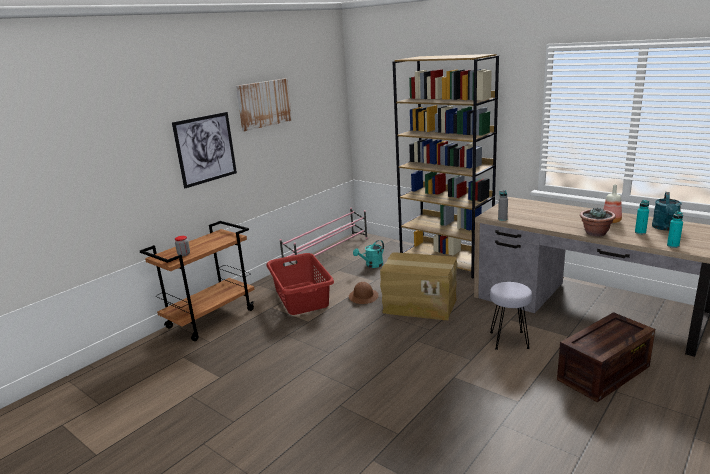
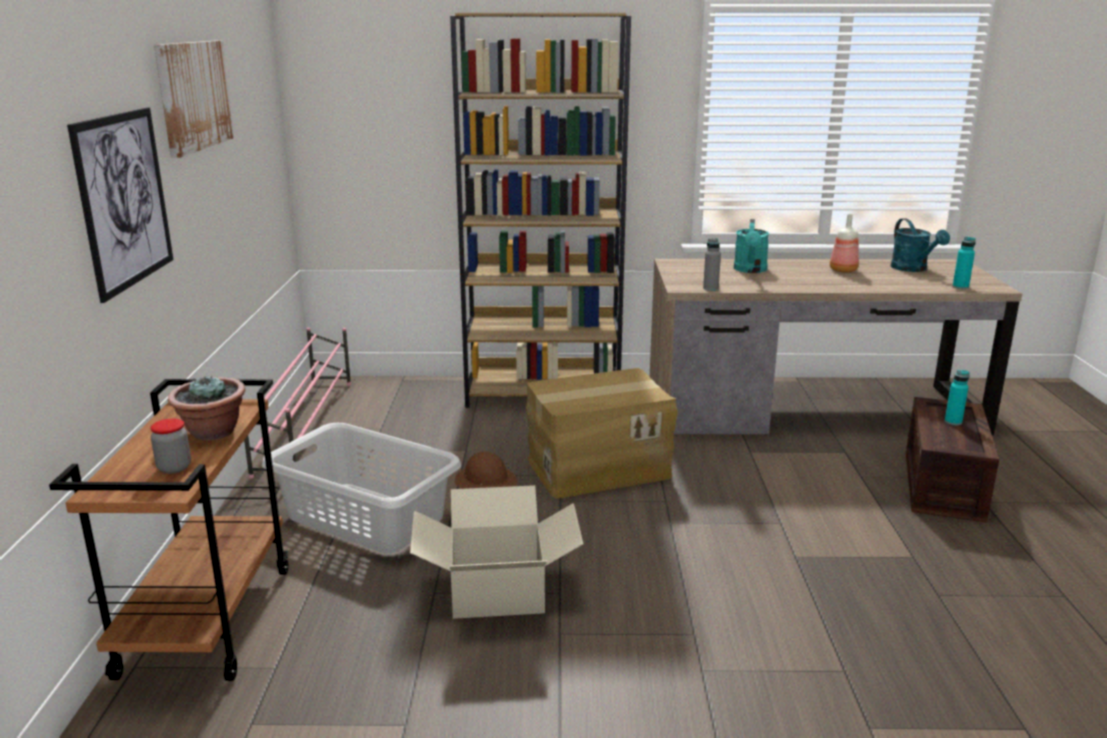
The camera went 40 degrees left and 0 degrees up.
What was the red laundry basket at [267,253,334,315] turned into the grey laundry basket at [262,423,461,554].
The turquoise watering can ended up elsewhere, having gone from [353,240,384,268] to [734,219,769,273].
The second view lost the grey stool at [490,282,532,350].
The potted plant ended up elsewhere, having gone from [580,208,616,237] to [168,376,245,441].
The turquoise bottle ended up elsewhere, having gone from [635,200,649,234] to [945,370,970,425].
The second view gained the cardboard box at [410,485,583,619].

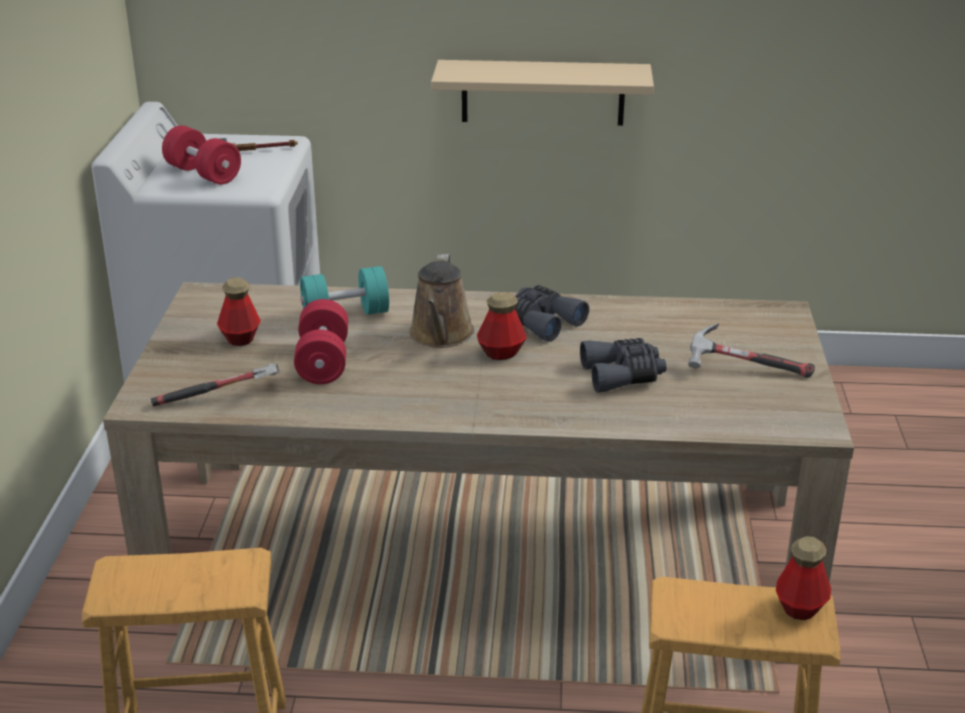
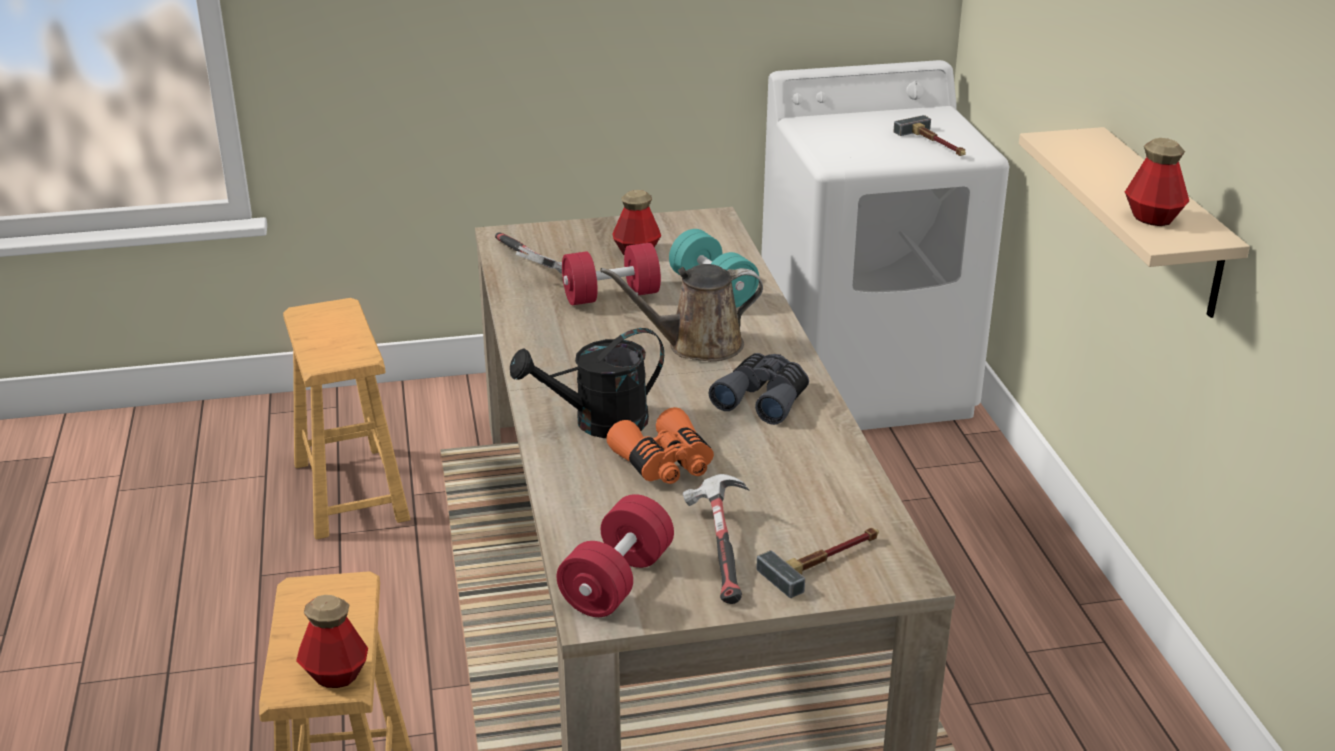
The camera went 75 degrees right and 0 degrees up.
The red dumbbell ended up elsewhere, having gone from [162,125,241,185] to [557,494,674,617].
The bottle ended up elsewhere, having gone from [477,292,527,360] to [1125,138,1189,226].
What was the grey binoculars at [580,338,667,393] turned into the orange binoculars at [606,407,714,484].
The second view gained the black watering can at [510,328,664,438].
The second view gained the hammer at [756,528,879,598].

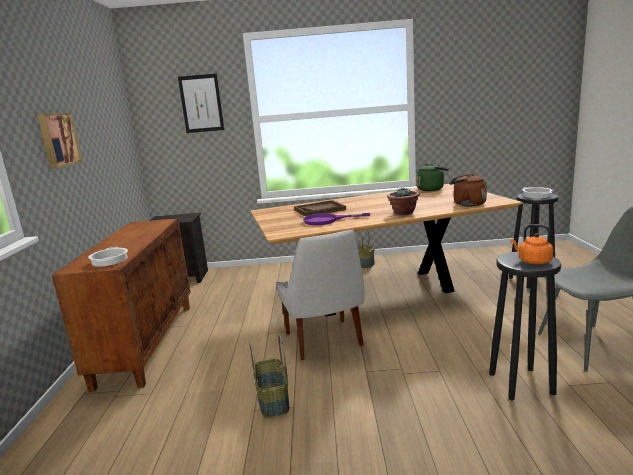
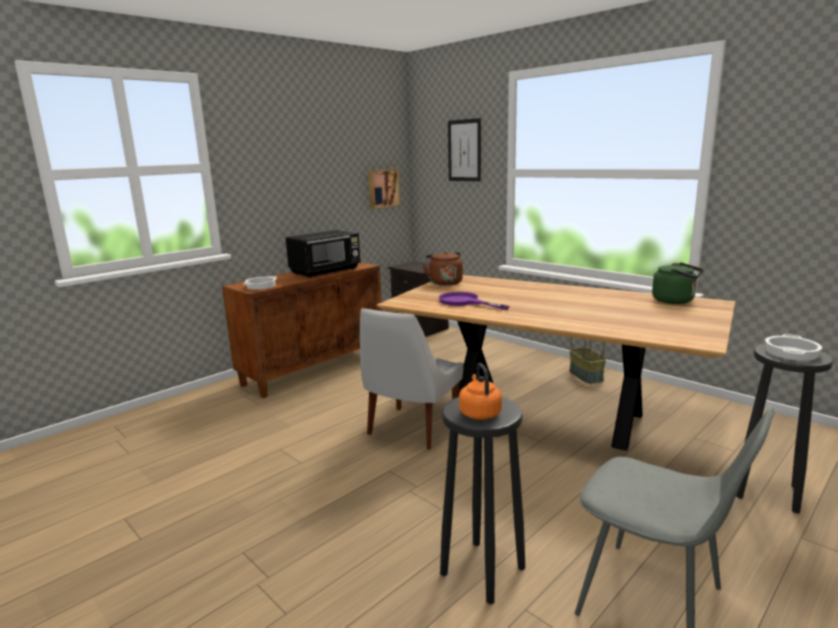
The camera went 45 degrees right and 0 degrees up.
The picture ended up elsewhere, having gone from [37,113,82,169] to [368,169,400,209].
The second view lost the basket at [249,335,289,417].
The second view lost the brown tray at [294,200,346,216].
The second view lost the potted plant at [387,188,420,215].
The brown kettle ended up elsewhere, having gone from [449,173,487,206] to [423,251,463,286].
The second view gained the black microwave at [285,230,360,278].

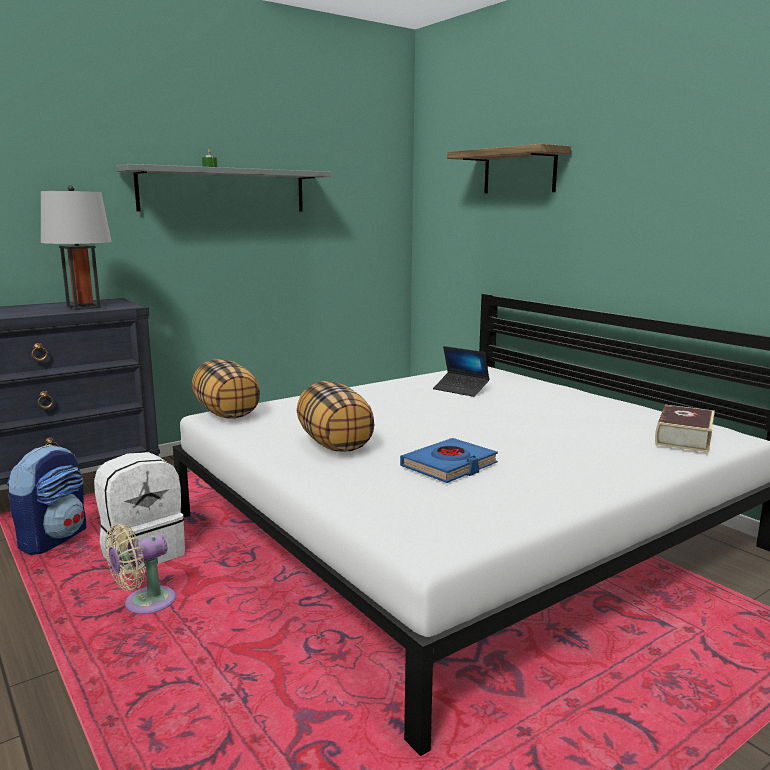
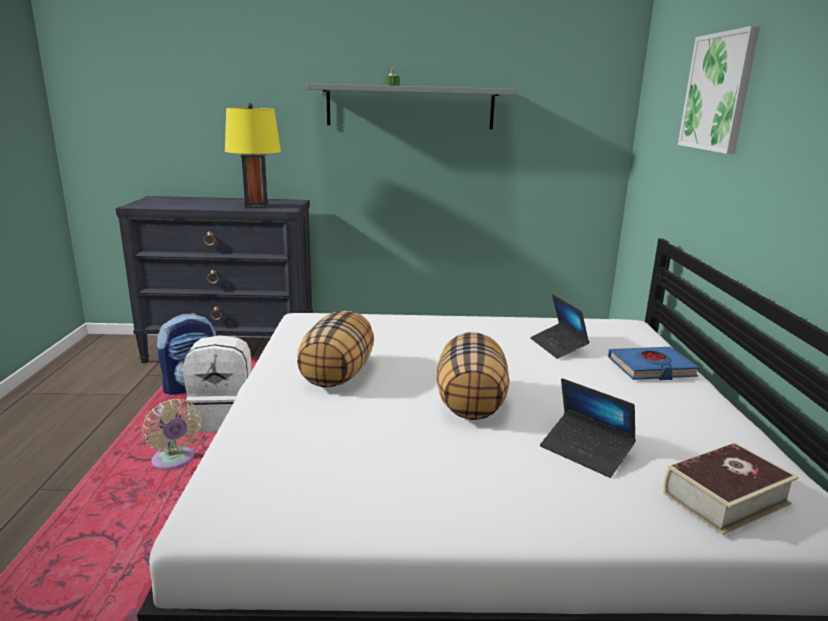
The camera went 35 degrees right and 5 degrees up.
What was the grey table lamp at [41,185,112,310] turned into the yellow table lamp at [225,103,281,208].
The beige fan at [105,523,176,614] ended up facing another way, 120 degrees counterclockwise from before.
The pillow ended up elsewhere, having gone from [192,359,260,419] to [437,332,509,420].
The blue book ended up elsewhere, having gone from [400,438,498,483] to [608,347,700,380].
Where the shelf hung at [447,144,571,193], the picture came to hang at [678,26,760,154].
The second view gained the laptop at [540,378,636,478].

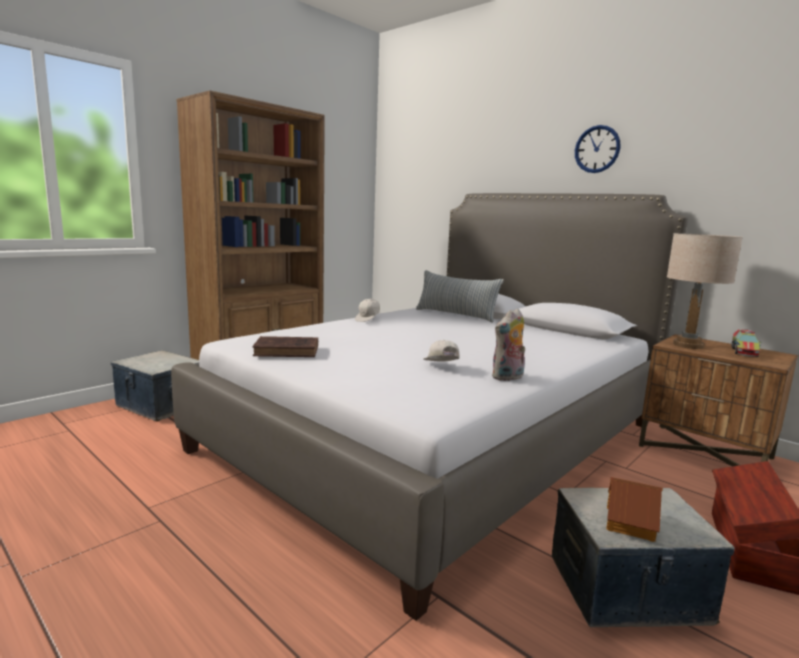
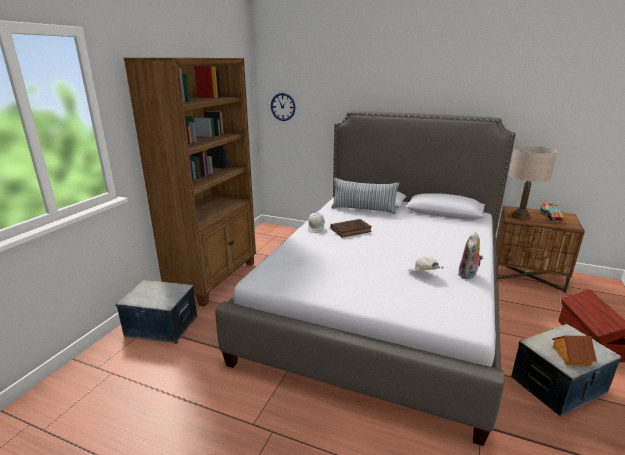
The camera went 20 degrees left and 10 degrees up.
The brown book ended up elsewhere, having gone from [253,336,318,357] to [331,219,372,237].
The wall clock ended up elsewhere, having gone from [575,125,620,173] to [271,93,295,121].

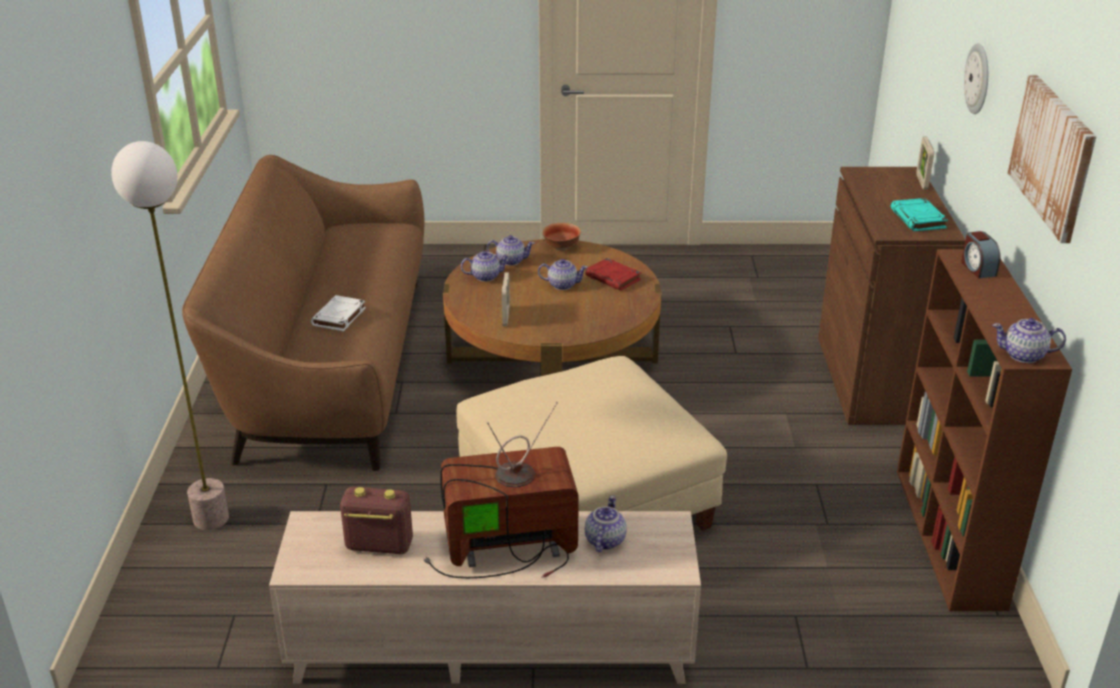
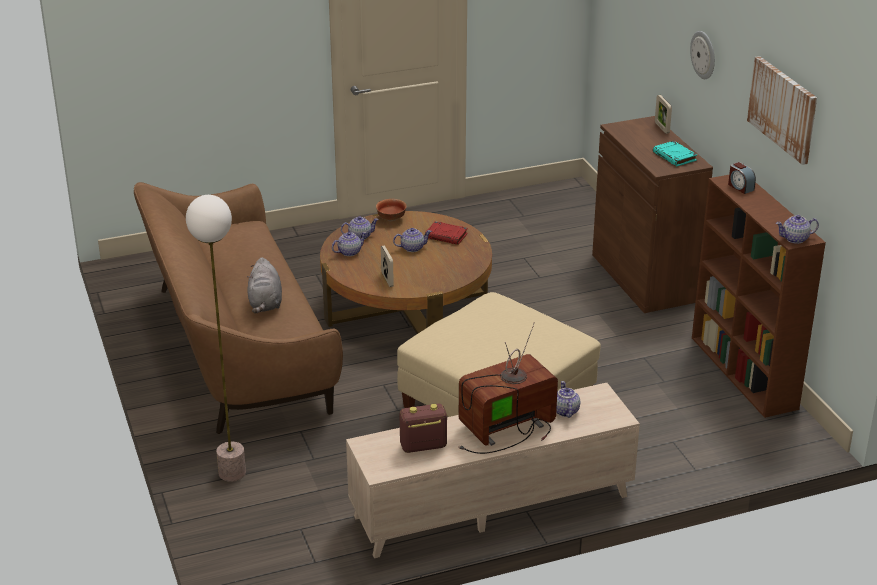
The camera went 20 degrees left and 0 degrees up.
Where the white book stood at [311,295,366,331], the grey plush toy came to stand at [247,257,282,313].

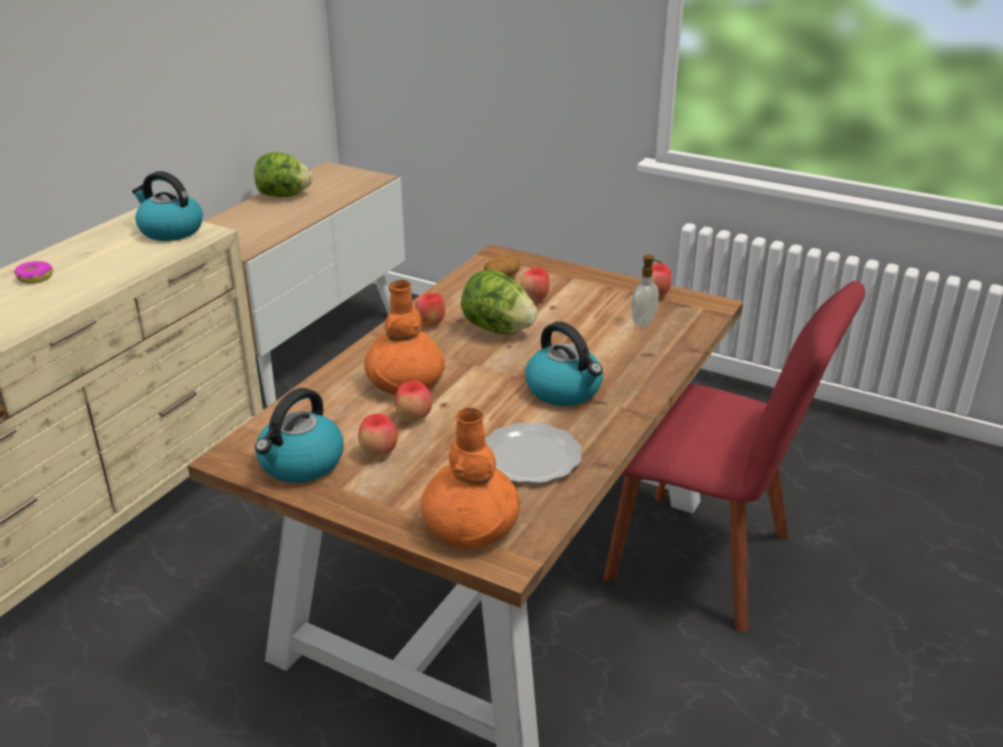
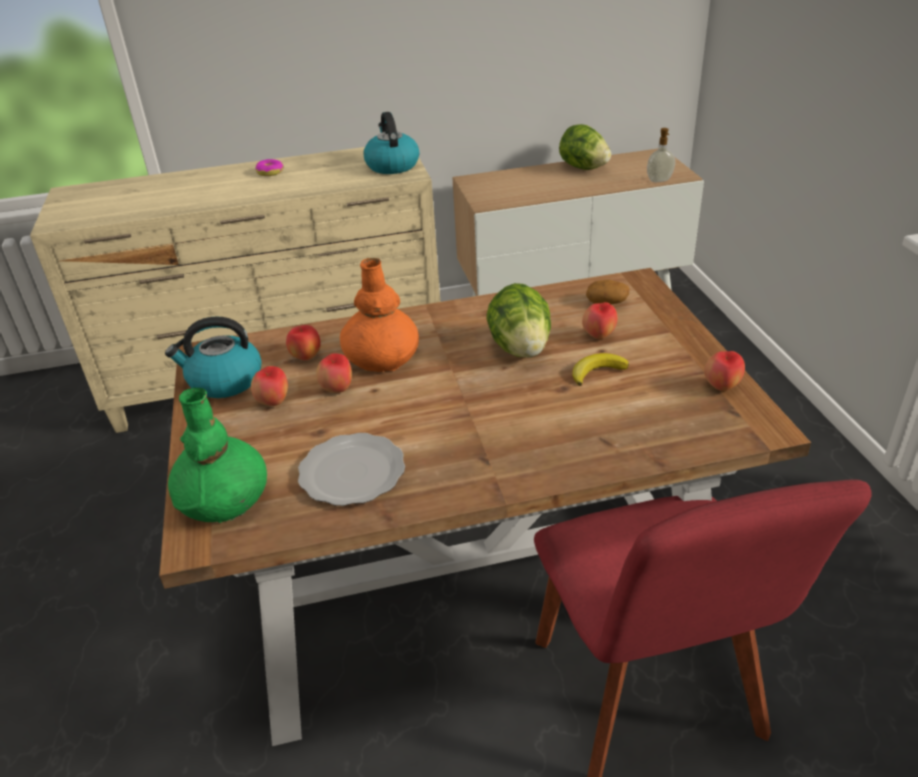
The camera went 50 degrees right and 5 degrees up.
The apple ended up elsewhere, having gone from [414,293,445,326] to [286,325,321,361].
What was the orange vase at [421,408,520,549] turned into the green vase at [168,388,267,523].
The second view lost the kettle at [525,322,603,406].
The soap dispenser ended up elsewhere, having gone from [632,255,662,327] to [647,128,675,182].
The second view gained the banana at [572,353,629,386].

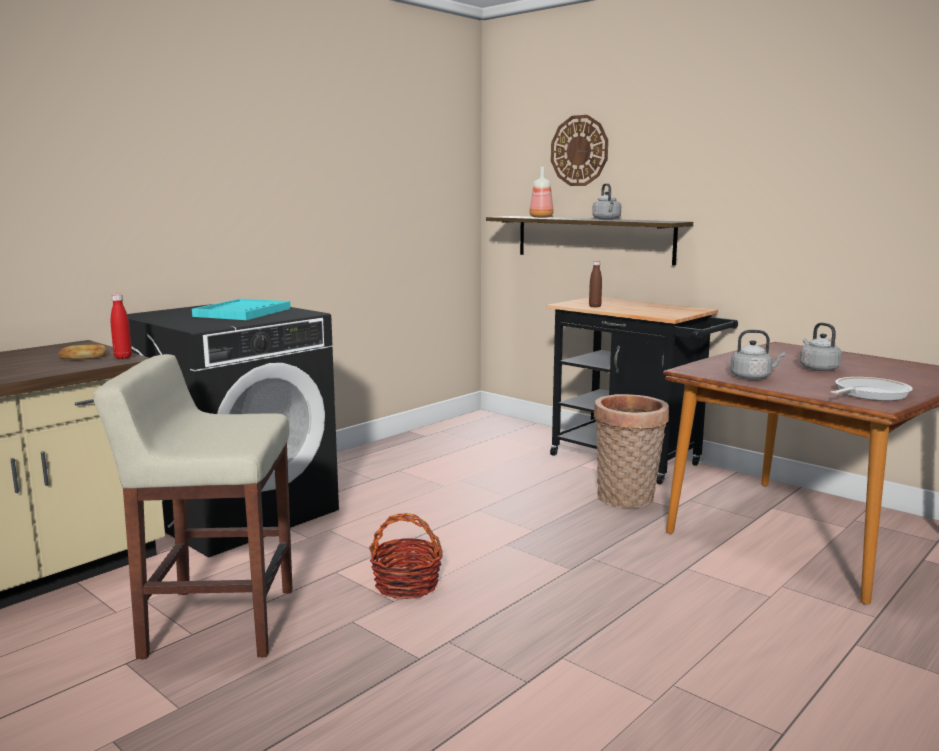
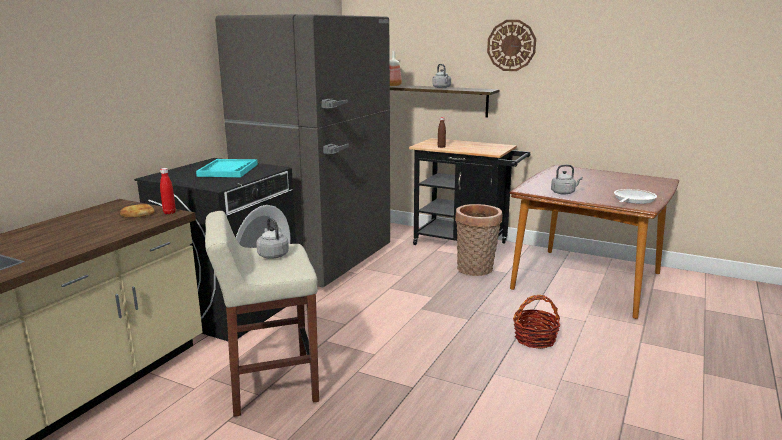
The camera went 15 degrees left and 5 degrees up.
The basket ended up elsewhere, having gone from [369,513,443,600] to [513,295,560,349].
The wall clock ended up elsewhere, having gone from [551,115,608,186] to [487,20,536,71].
The grey kettle ended up elsewhere, having gone from [800,323,842,371] to [256,218,289,259].
The second view gained the grey fridge at [215,14,390,288].

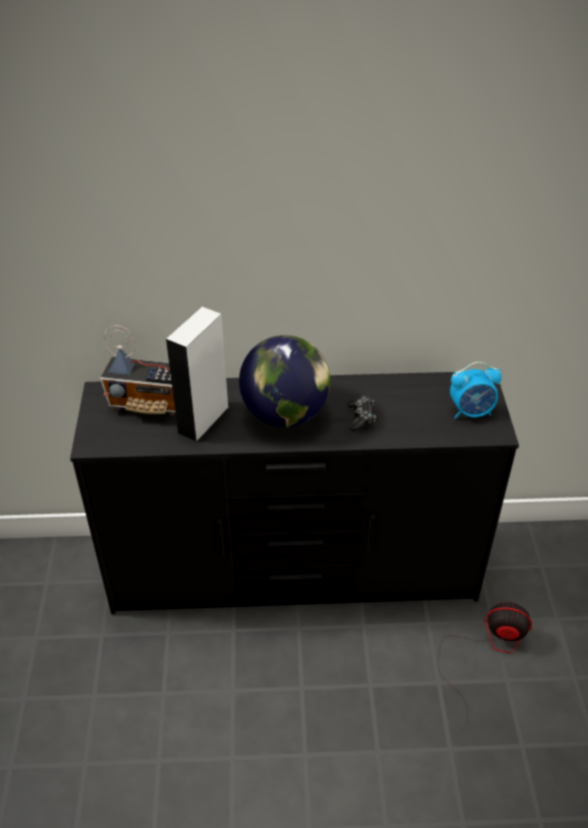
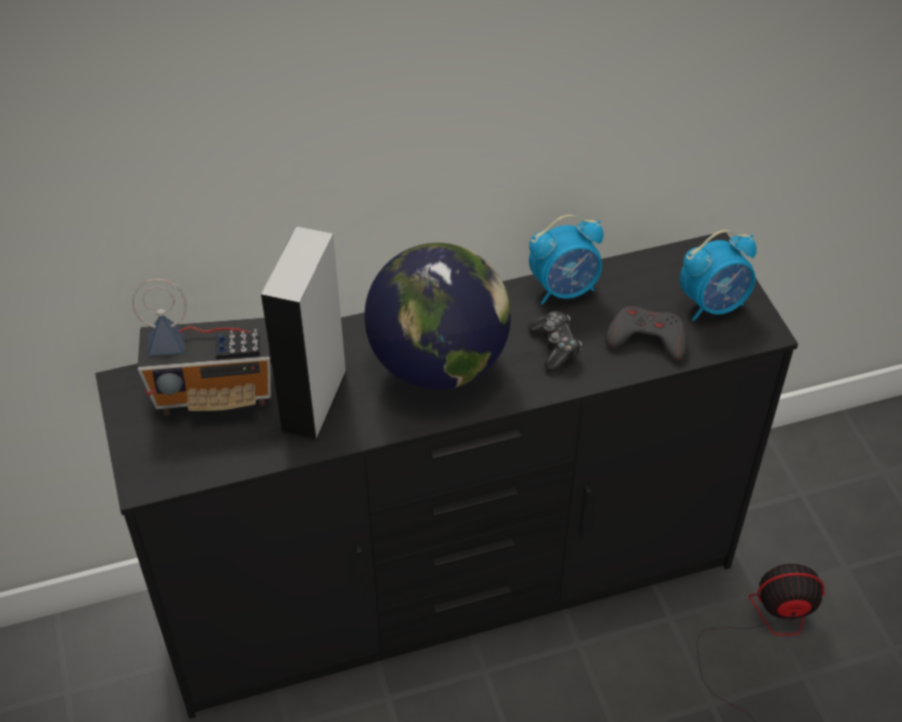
The camera went 15 degrees left and 5 degrees up.
The second view gained the alarm clock at [529,215,604,305].
The second view gained the grey game controller at [605,306,687,360].

